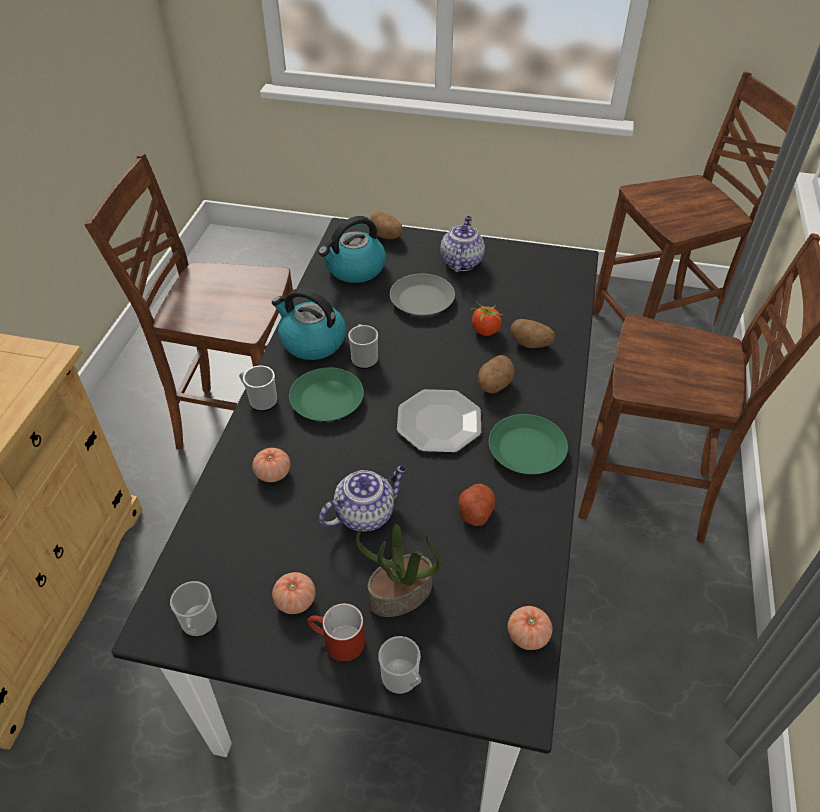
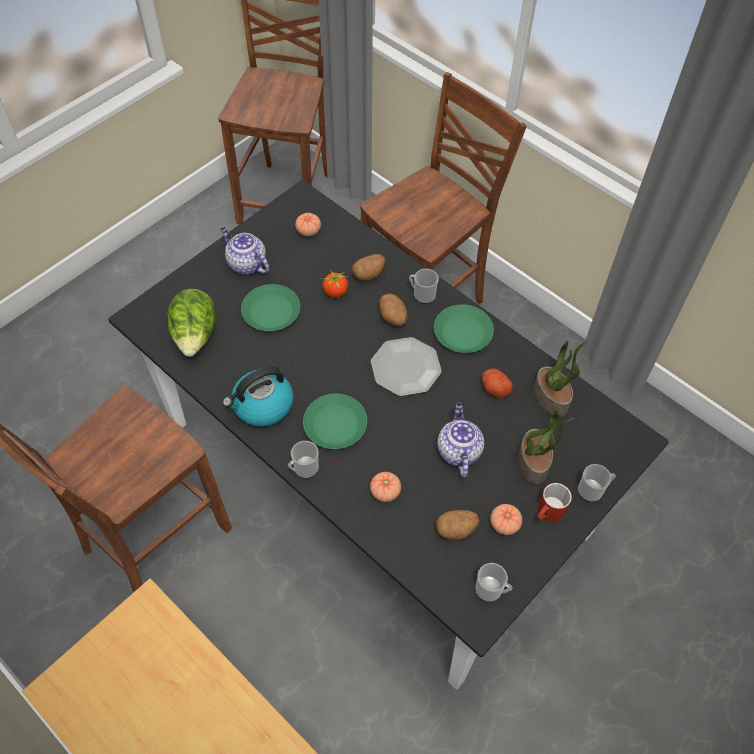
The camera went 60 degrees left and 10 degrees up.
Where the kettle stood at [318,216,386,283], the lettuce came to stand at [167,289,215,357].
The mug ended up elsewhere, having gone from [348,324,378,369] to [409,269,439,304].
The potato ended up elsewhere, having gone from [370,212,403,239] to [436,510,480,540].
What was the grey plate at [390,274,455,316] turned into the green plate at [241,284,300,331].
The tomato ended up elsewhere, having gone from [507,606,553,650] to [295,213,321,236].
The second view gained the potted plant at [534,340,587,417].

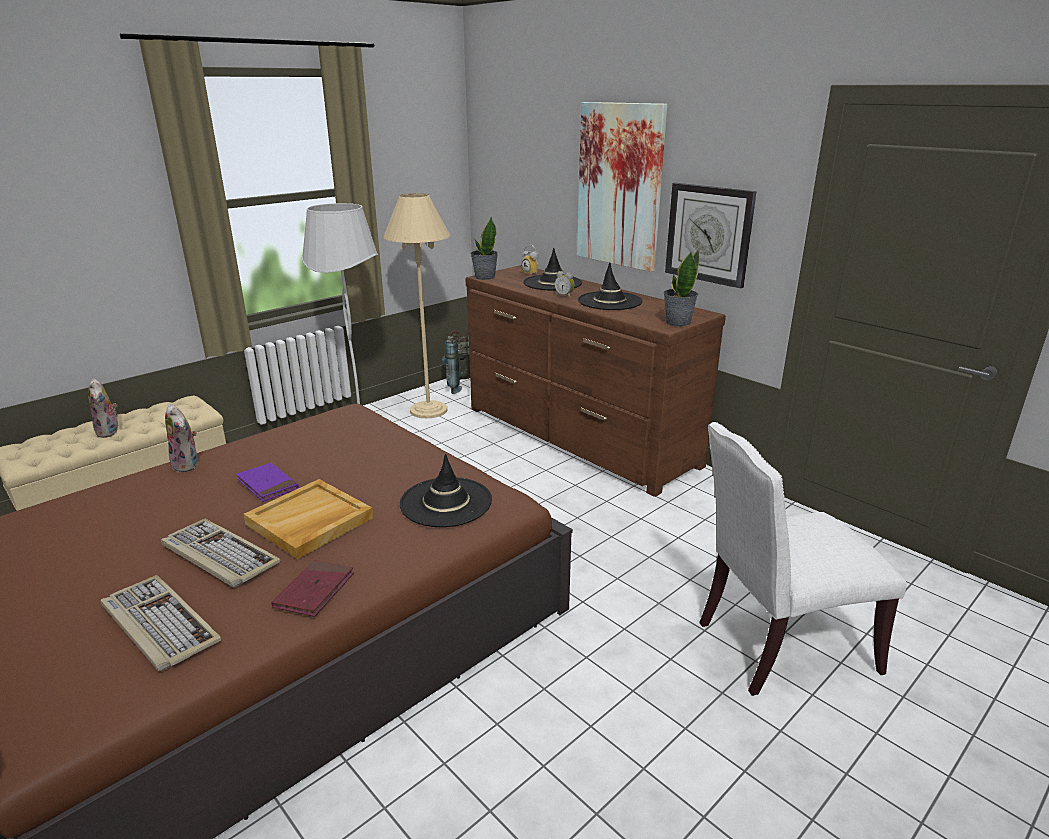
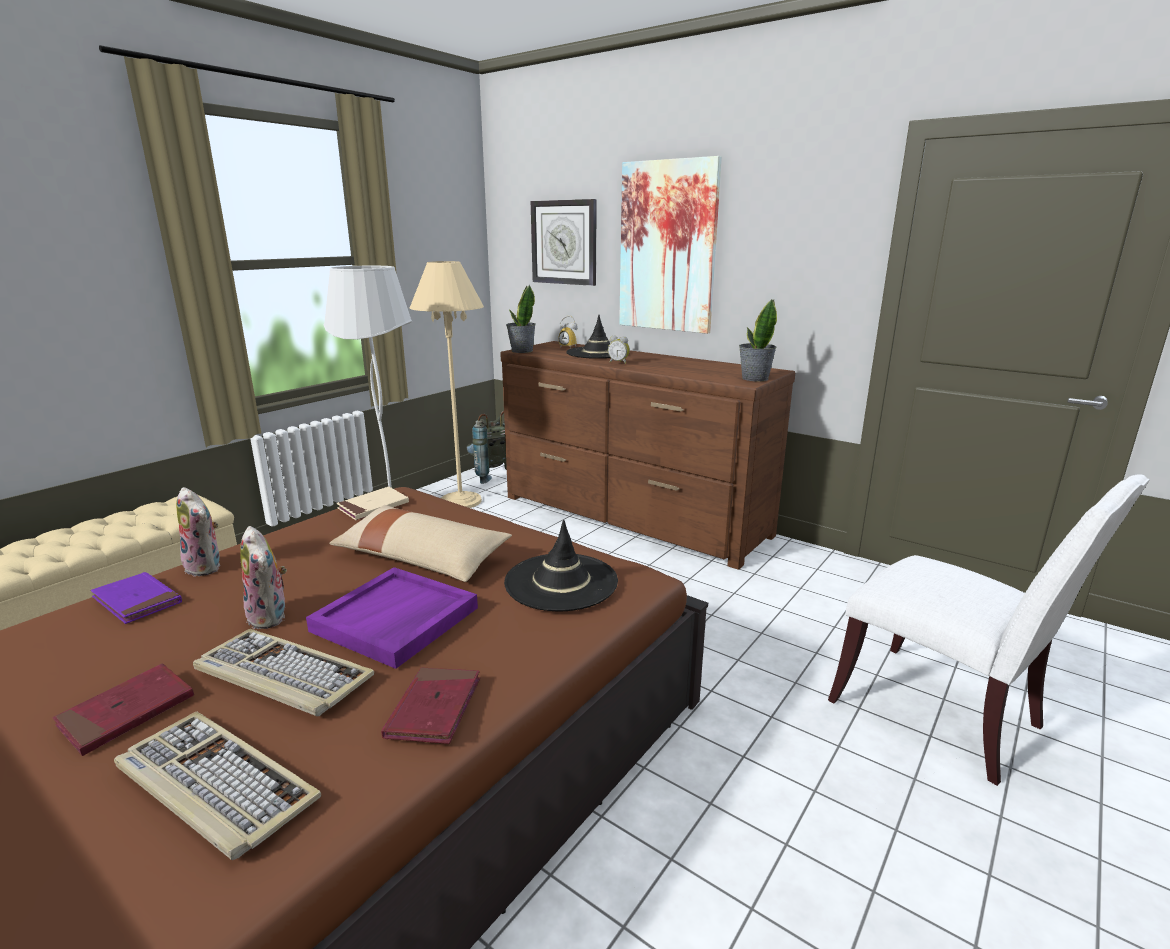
The camera went 10 degrees left and 5 degrees down.
The plush toy ended up elsewhere, having gone from [88,378,118,438] to [240,526,287,629].
The purple book ended up elsewhere, having gone from [236,463,299,502] to [91,572,182,624].
What was the beige tray at [243,479,373,559] turned into the purple tray at [306,567,478,669].
The second view lost the black hat at [578,262,643,310].
The wall clock ended up elsewhere, having gone from [665,183,756,289] to [531,199,597,286].
The white chair at [699,422,907,696] ended up facing another way, 105 degrees counterclockwise from before.
The second view gained the red book at [53,663,194,756].
The second view gained the beige pillow at [329,505,512,582].
The second view gained the beige book at [337,487,409,520].

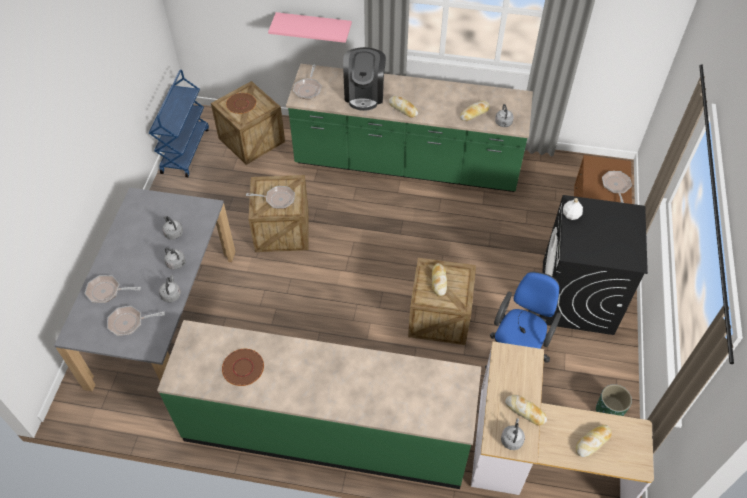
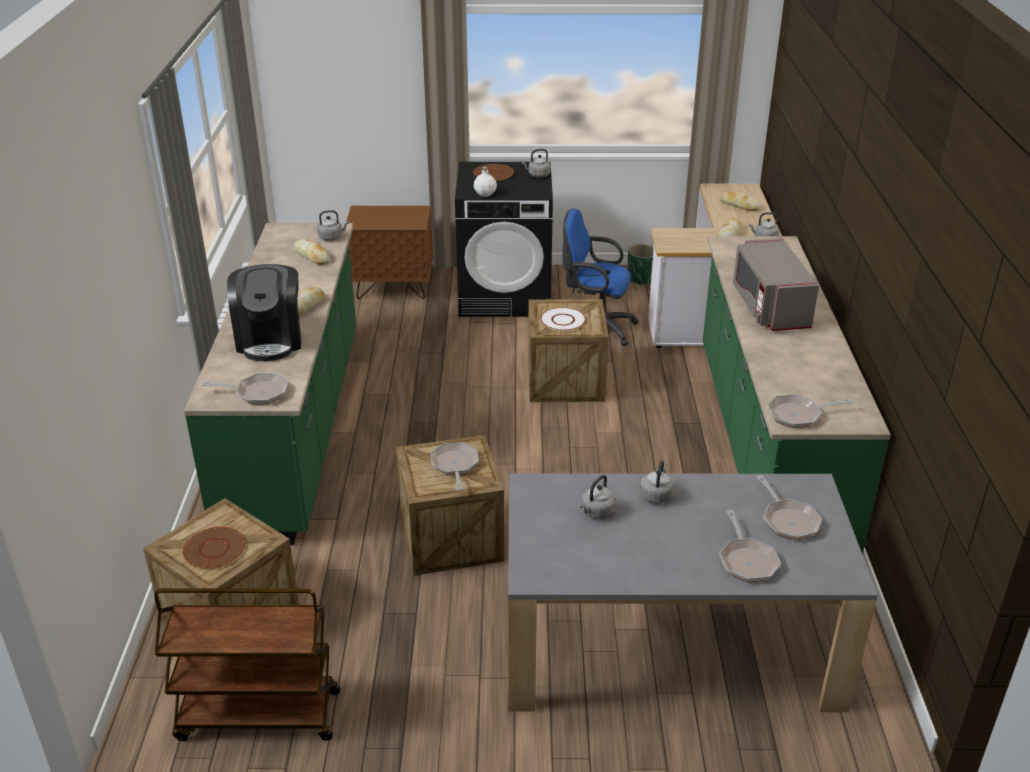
The camera went 100 degrees left and 20 degrees down.
What was the blue cart at [149,70,209,177] turned into the brown cart at [154,588,340,741].
The grey kettle ended up elsewhere, having gone from [159,275,181,302] to [522,149,551,178].
The brown plate ended up elsewhere, having gone from [222,349,264,386] to [473,164,514,181].
The second view lost the pink shelf at [268,12,352,43].
The coffee machine at [343,47,386,111] ended up facing another way, 90 degrees clockwise from before.
Where the bread stood at [432,264,447,296], the white plate came to stand at [540,307,586,331].
The frying pan ended up elsewhere, having gone from [602,171,632,203] to [767,394,854,428].
The second view gained the grey microwave at [733,238,819,331].

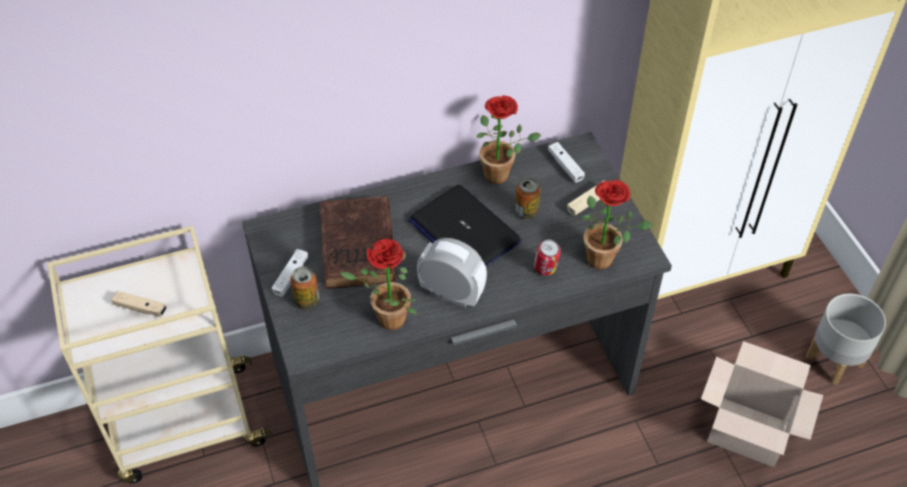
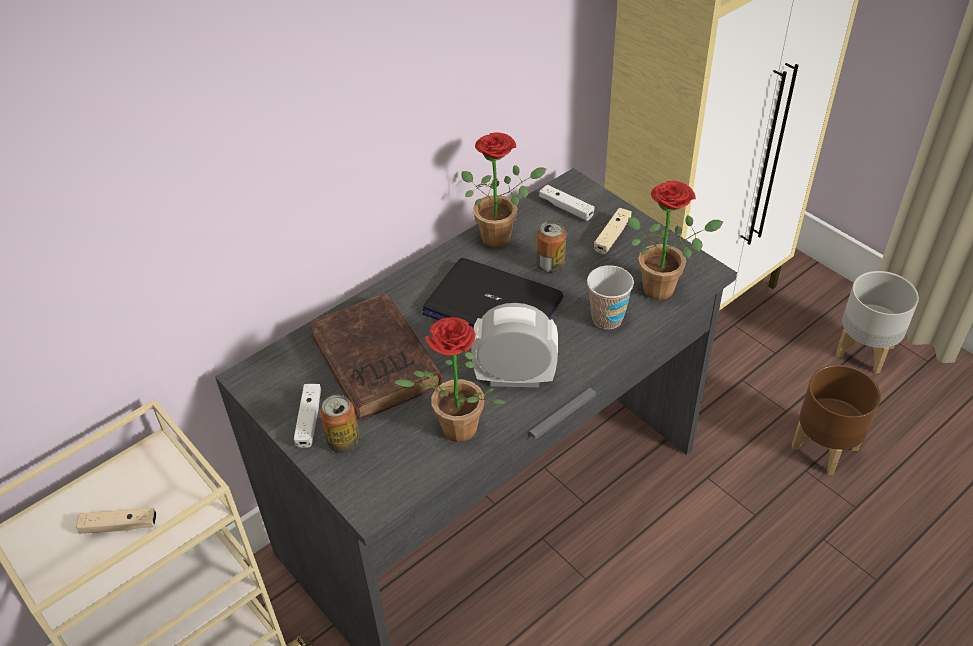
The camera went 20 degrees left and 5 degrees down.
Where the can stood at [534,239,561,276], the cup came to stand at [587,265,634,329].
Where the cardboard box stood at [701,341,823,467], the brown planter came to stand at [792,365,881,475].

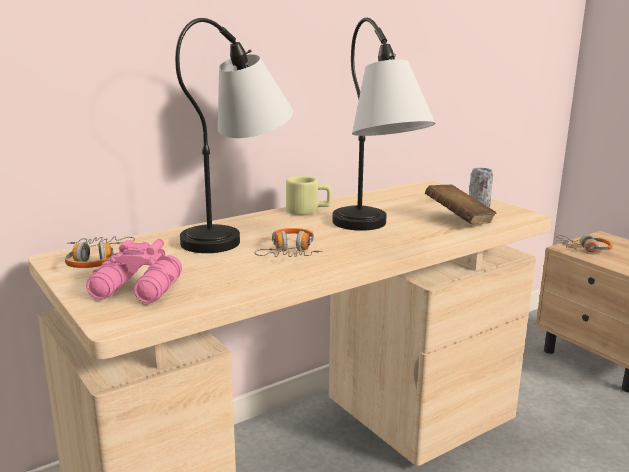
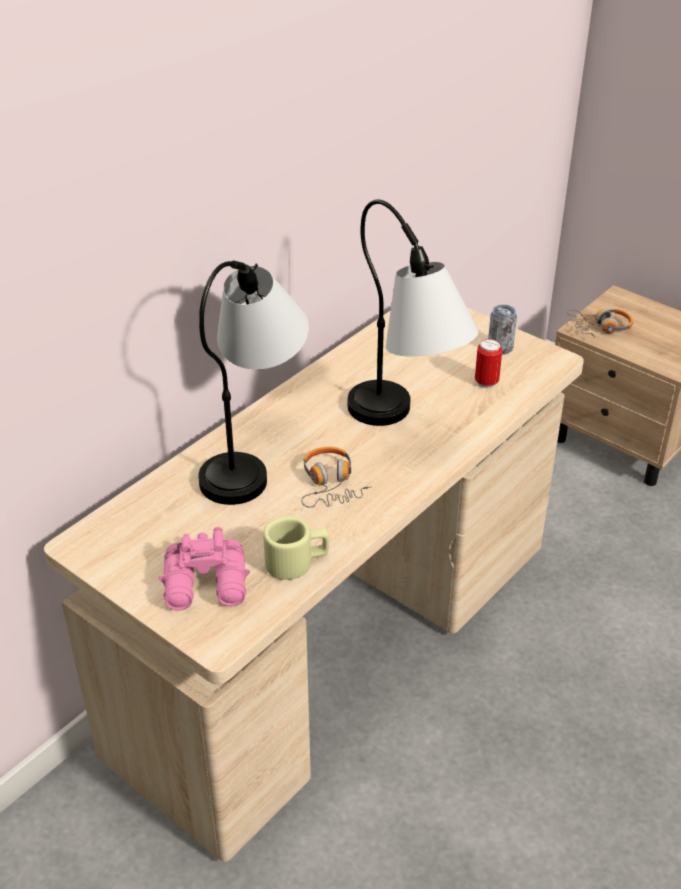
The camera went 15 degrees left and 20 degrees up.
The second view lost the headphones at [65,236,135,268].
The beige mug ended up elsewhere, having gone from [286,176,331,215] to [263,516,329,580].
Where the brown book stood at [425,185,497,224], the can came to stand at [475,339,502,388].

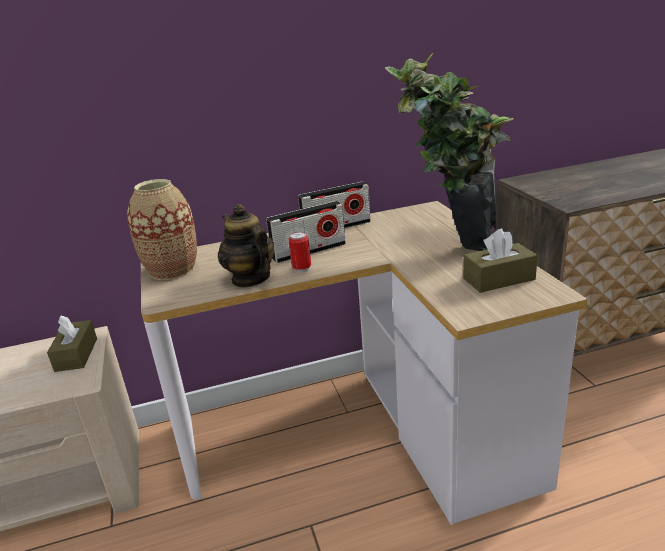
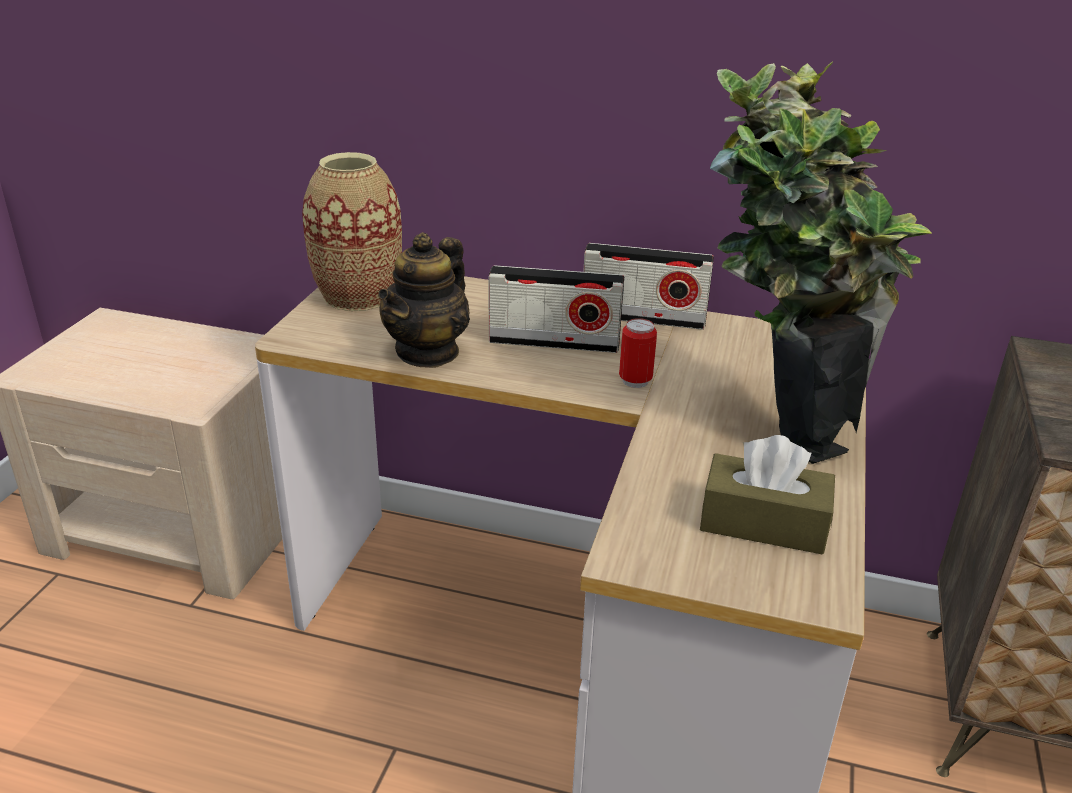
The camera went 30 degrees right and 5 degrees up.
The second view lost the brown tissue box at [47,315,97,372].
The teapot at [218,204,274,287] ended up facing another way, 150 degrees counterclockwise from before.
The can ended up elsewhere, having gone from [289,232,311,273] to [619,318,657,388].

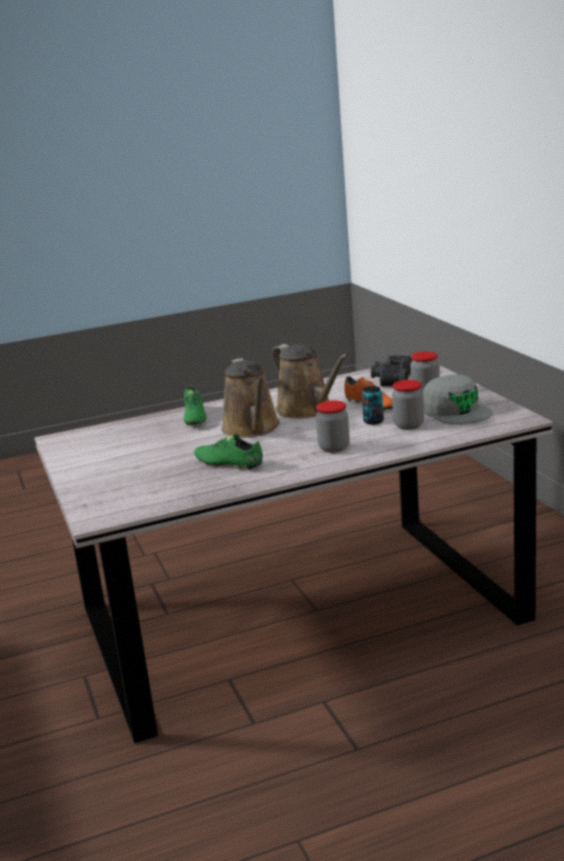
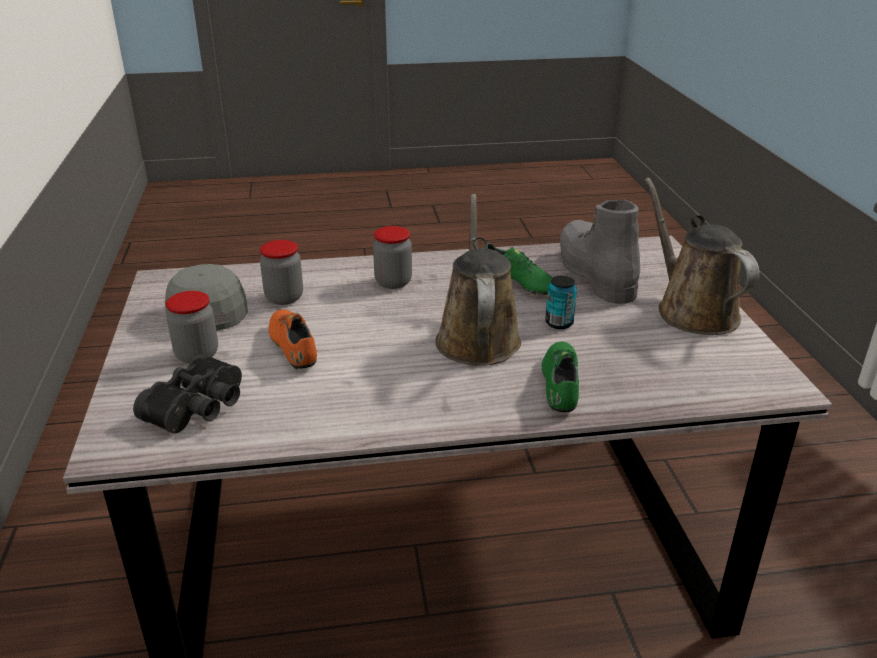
The camera went 170 degrees left and 10 degrees up.
The brown watering can ended up elsewhere, having gone from [272,344,349,419] to [645,178,760,335].
The can ended up elsewhere, having gone from [362,386,384,425] to [545,276,577,329].
The second view gained the grey boot at [560,199,640,304].

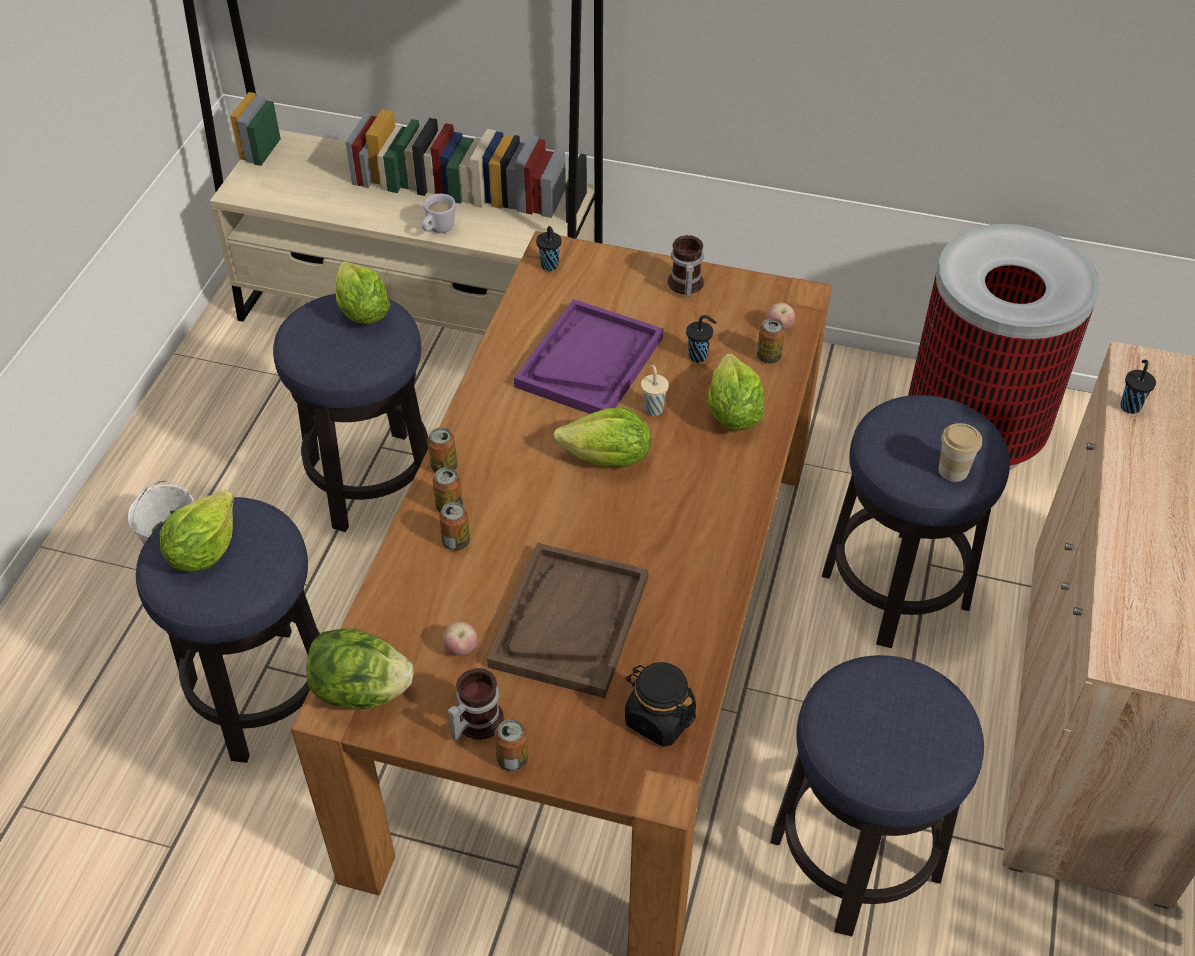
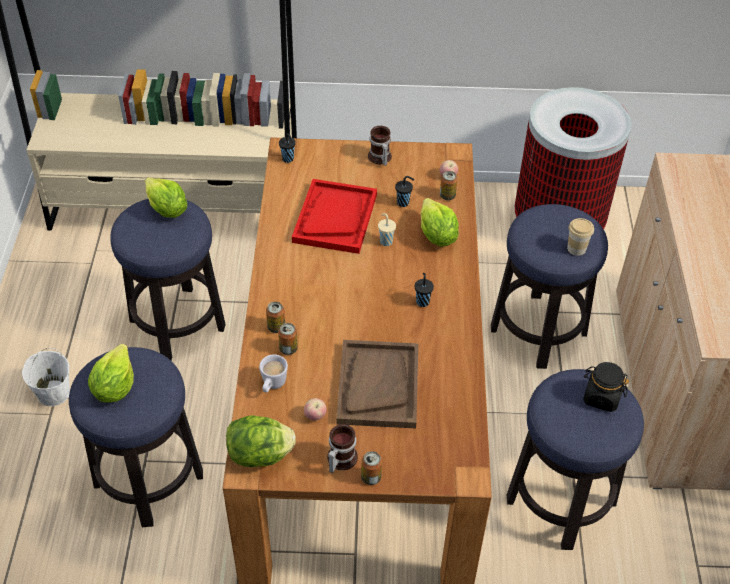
The camera went 15 degrees left and 0 degrees up.
The white mug ended up elsewhere, having gone from [422,194,455,233] to [259,354,288,393].
The second view lost the can at [427,427,457,473].
What was the purple tray at [514,299,663,414] turned into the red tray at [292,179,377,254].
The second view lost the lettuce at [553,408,651,467].
The black jar ended up elsewhere, having gone from [625,662,696,747] to [583,362,629,412].
The black cup ended up elsewhere, having gone from [1120,360,1156,414] to [415,273,434,307].

